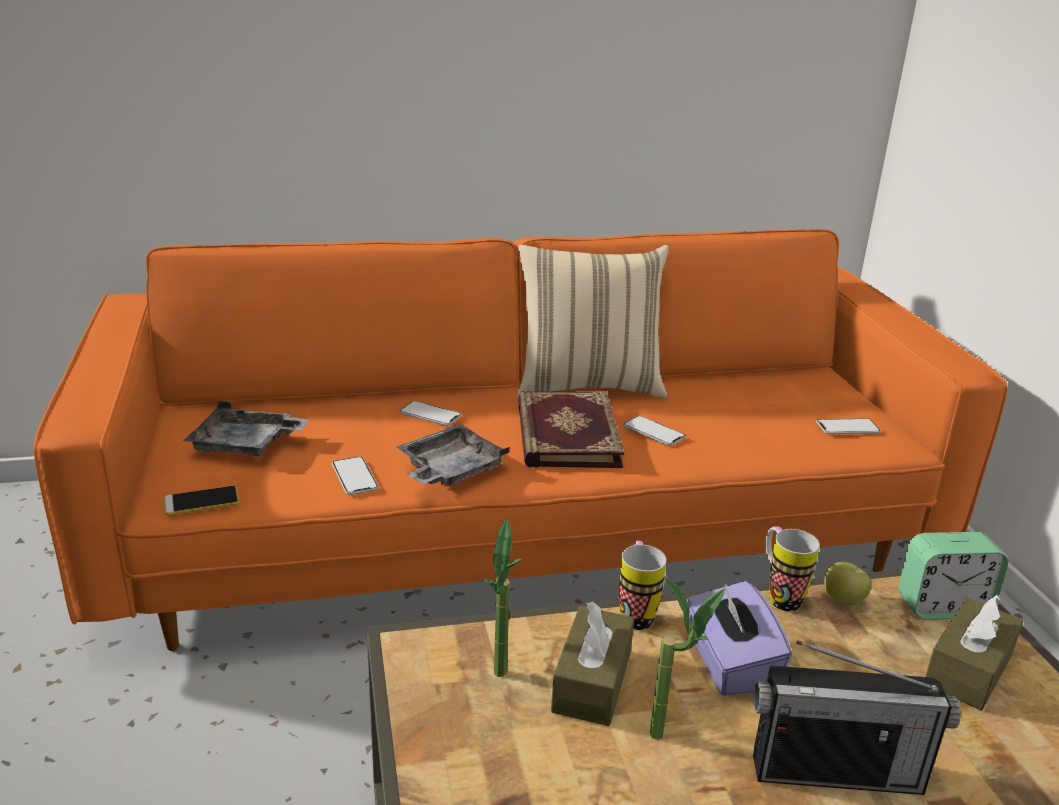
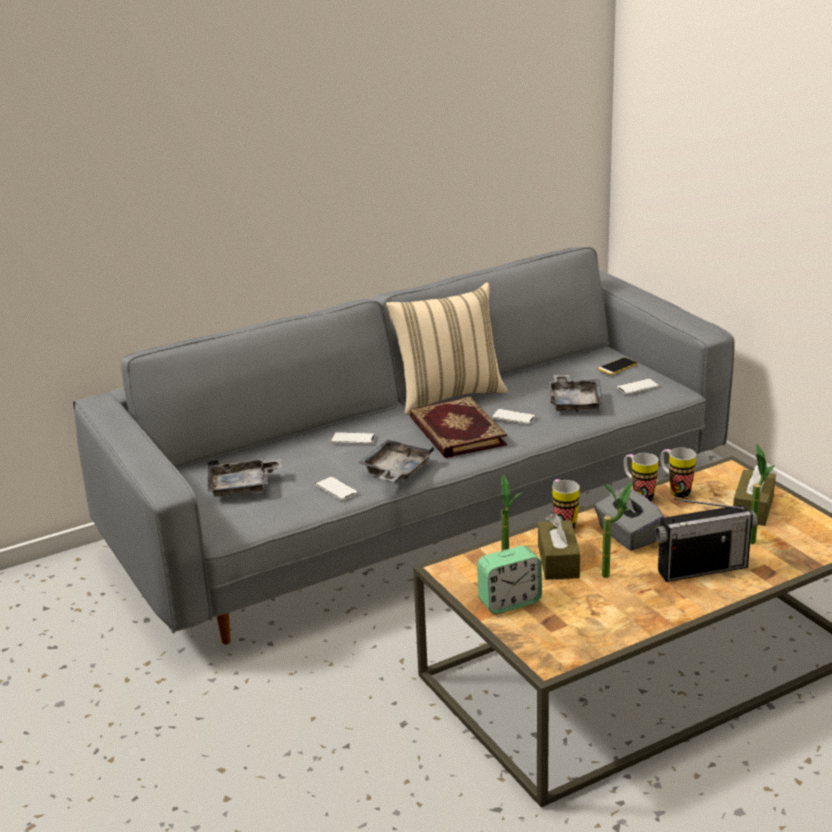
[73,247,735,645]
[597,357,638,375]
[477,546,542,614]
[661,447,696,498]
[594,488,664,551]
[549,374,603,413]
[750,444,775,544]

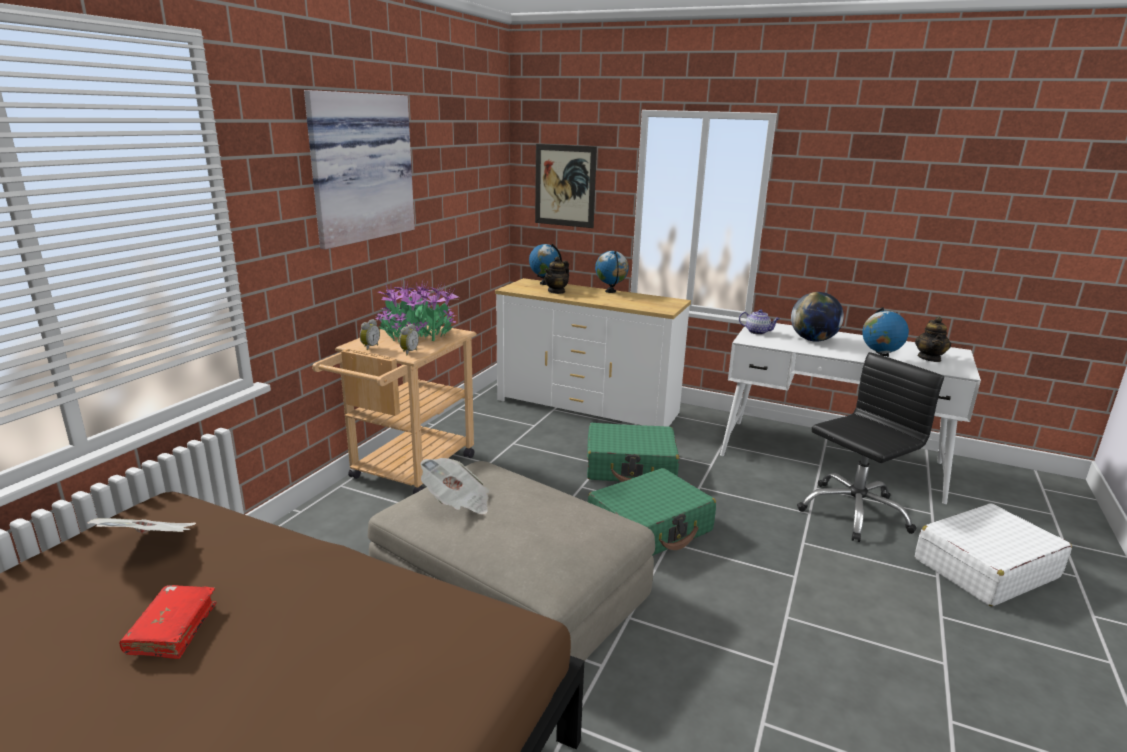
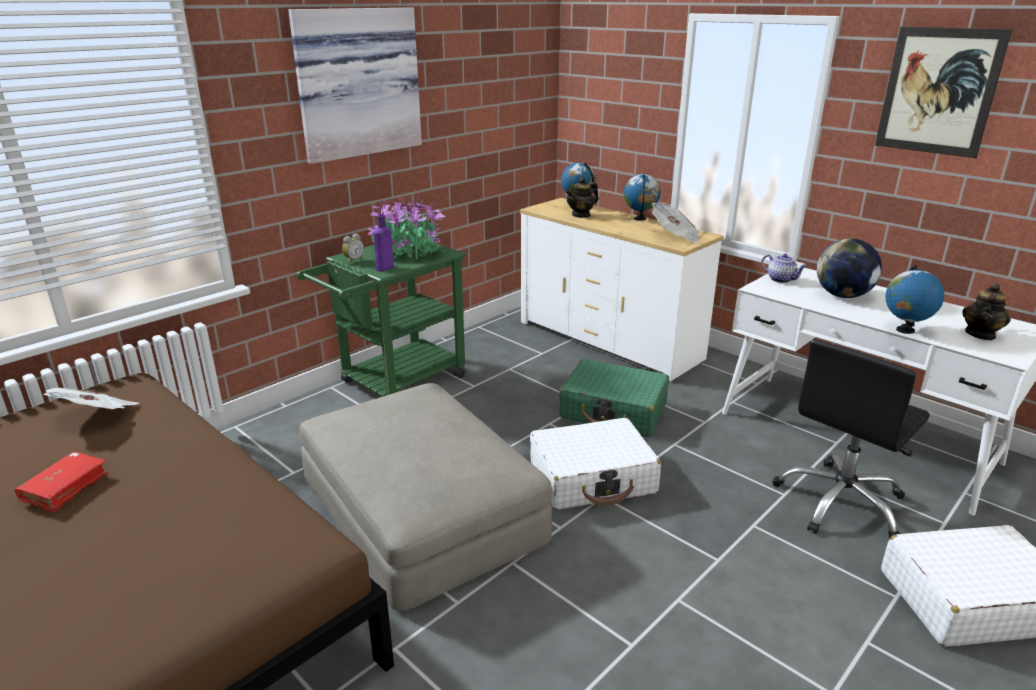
[875,27,1012,158]
[297,241,466,397]
[373,214,394,272]
[773,339,930,539]
[652,203,700,243]
[530,418,661,510]

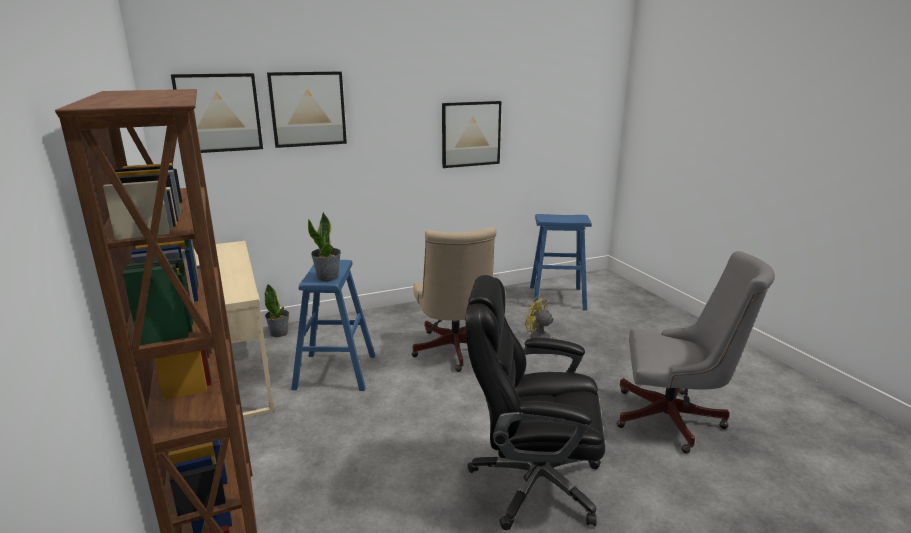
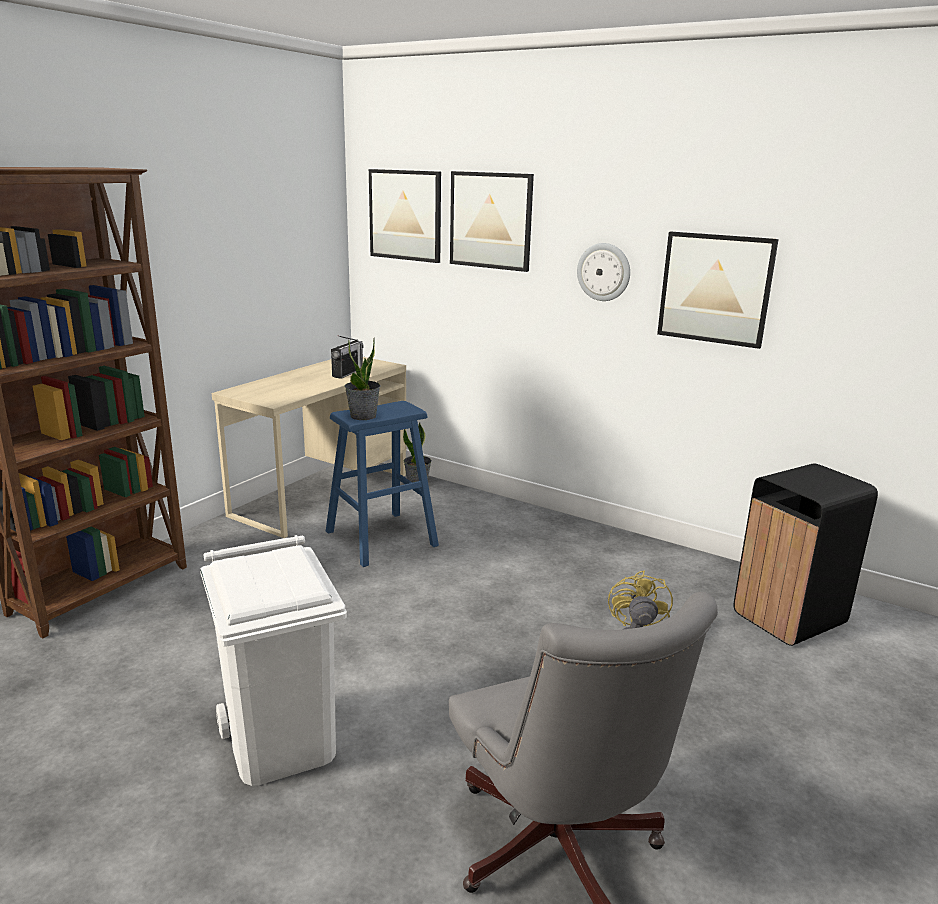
[734,463,878,646]
[411,227,497,372] (first image)
[200,535,347,786]
[577,243,630,301]
[331,336,364,379]

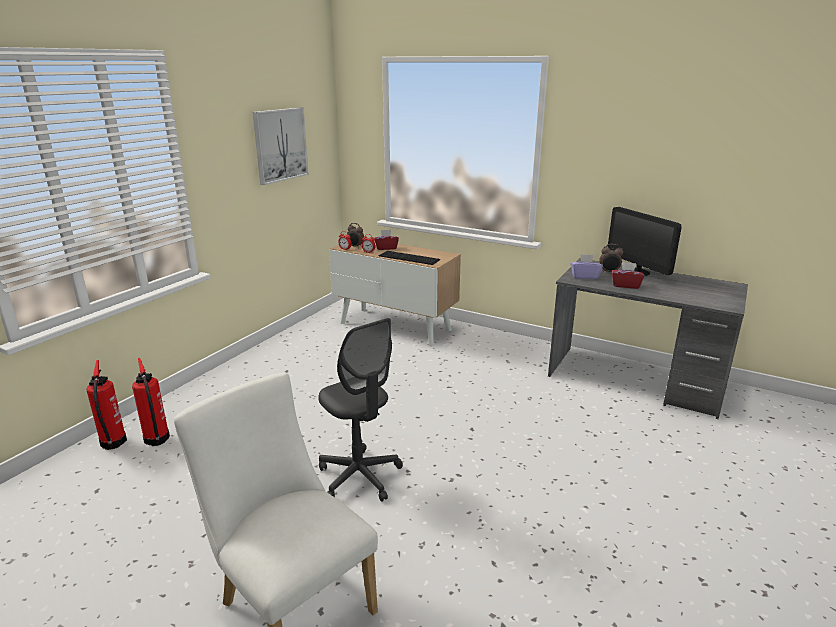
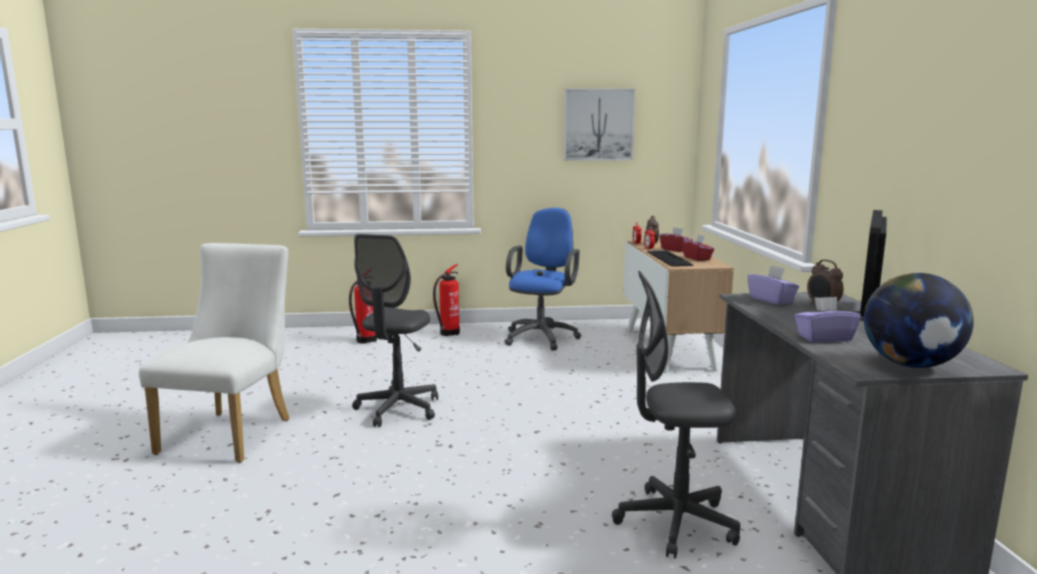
[682,234,714,261]
[433,264,460,336]
[504,208,581,351]
[612,271,740,559]
[864,273,974,368]
[794,297,861,343]

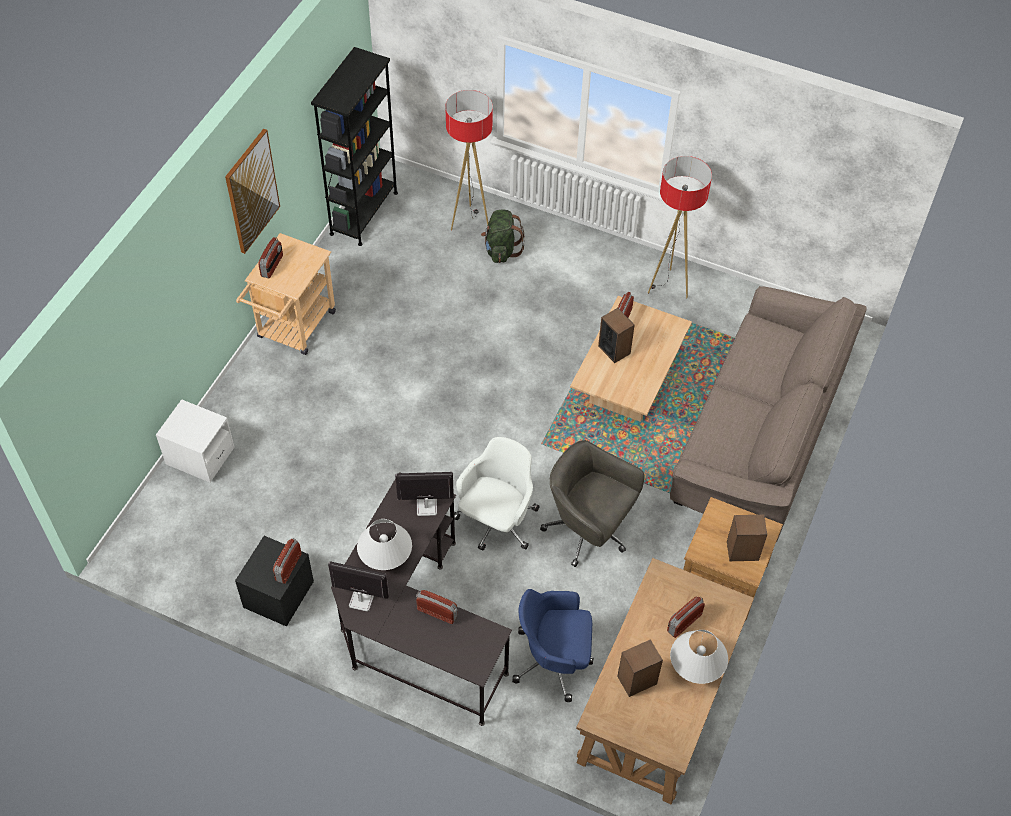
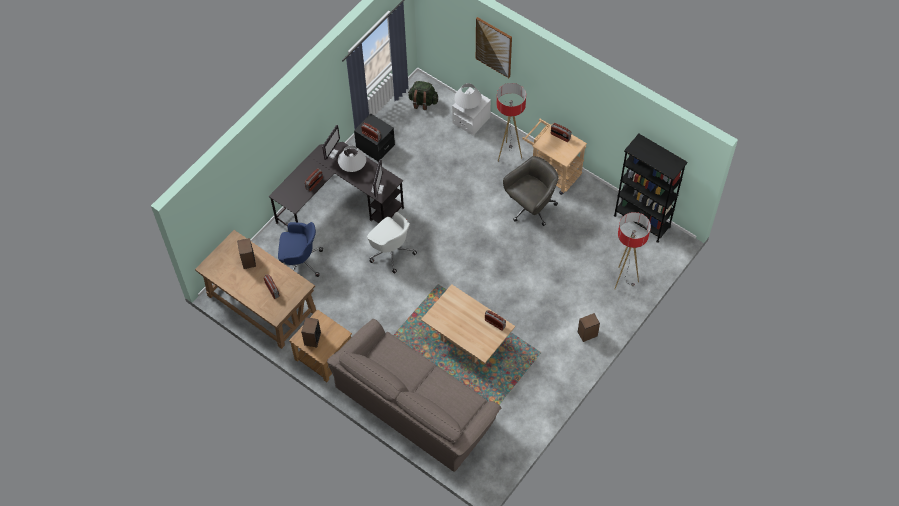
[476,17,512,78]
[497,83,526,161]
[408,81,438,110]
[578,313,600,342]
[503,156,559,226]
[278,222,323,277]
[454,83,482,109]

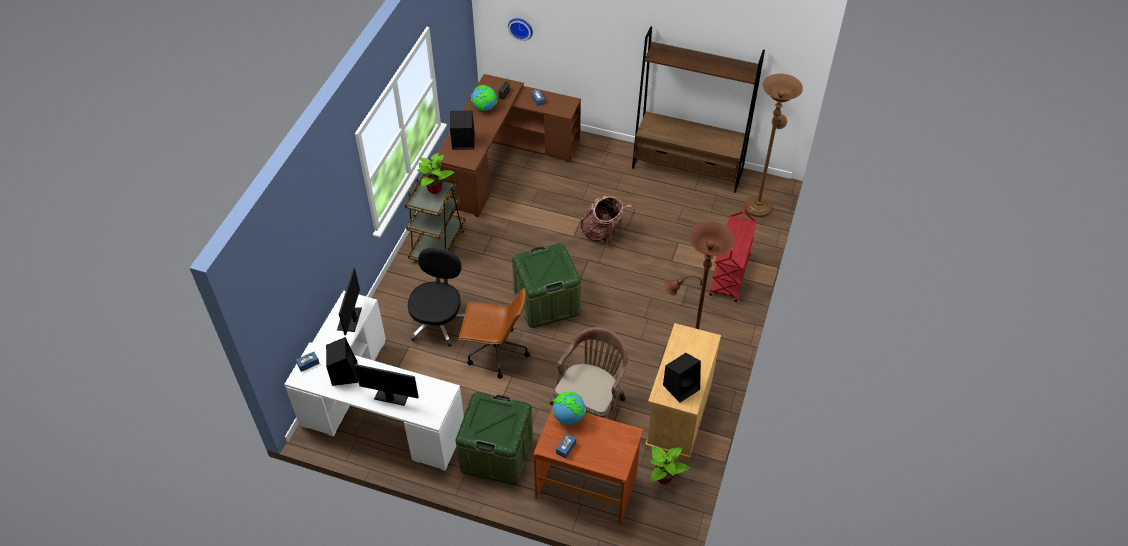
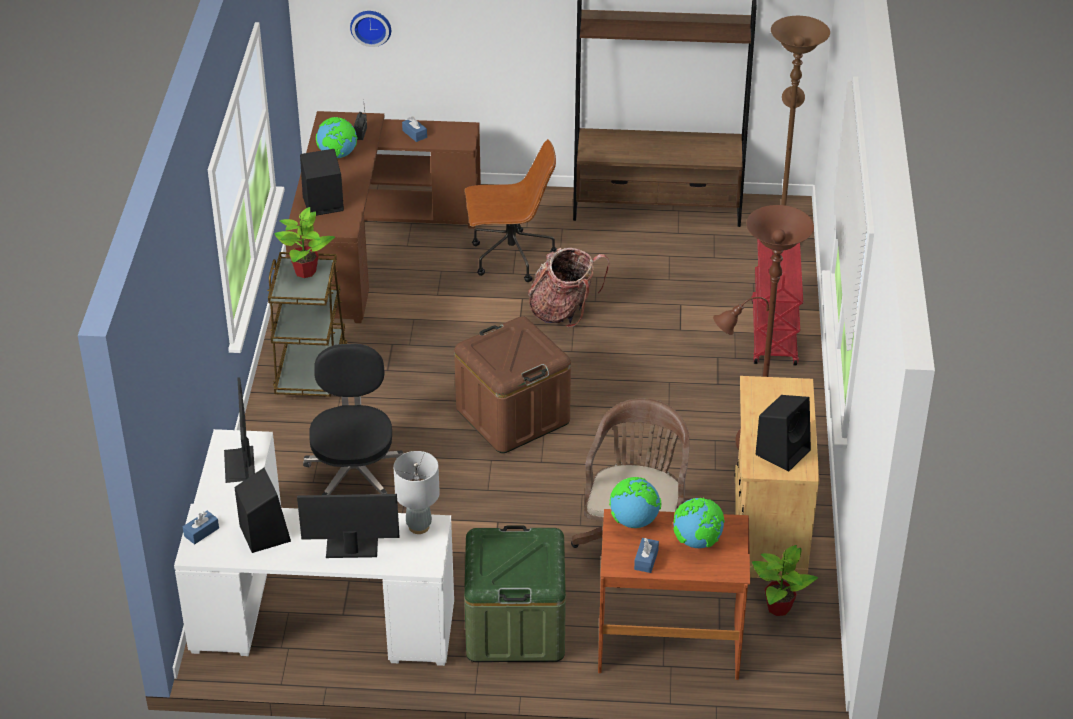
[454,316,571,453]
[465,139,557,282]
[394,451,440,534]
[673,498,725,548]

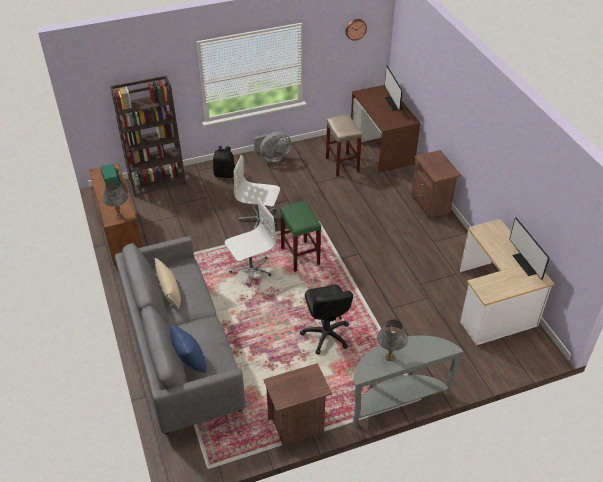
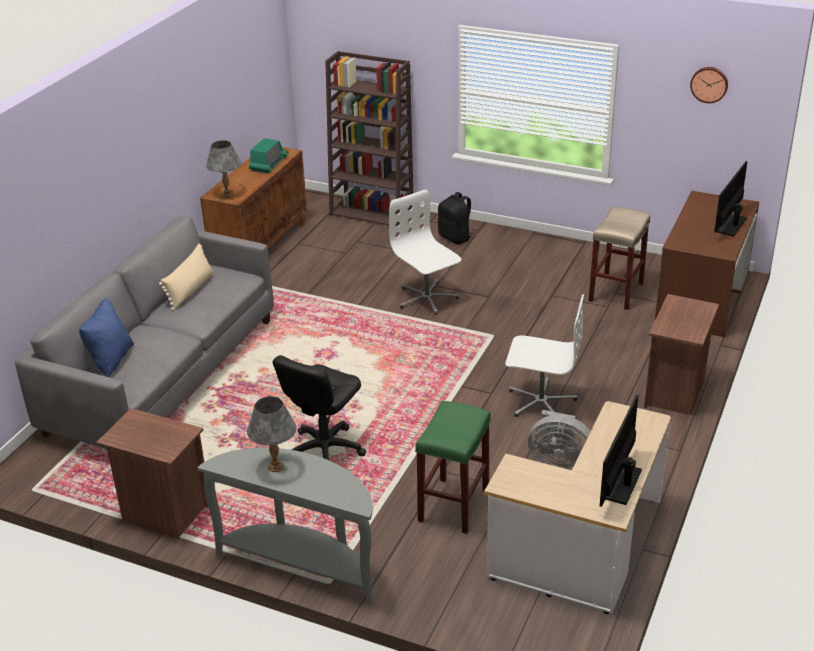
[528,410,591,470]
[505,294,584,417]
[415,401,491,534]

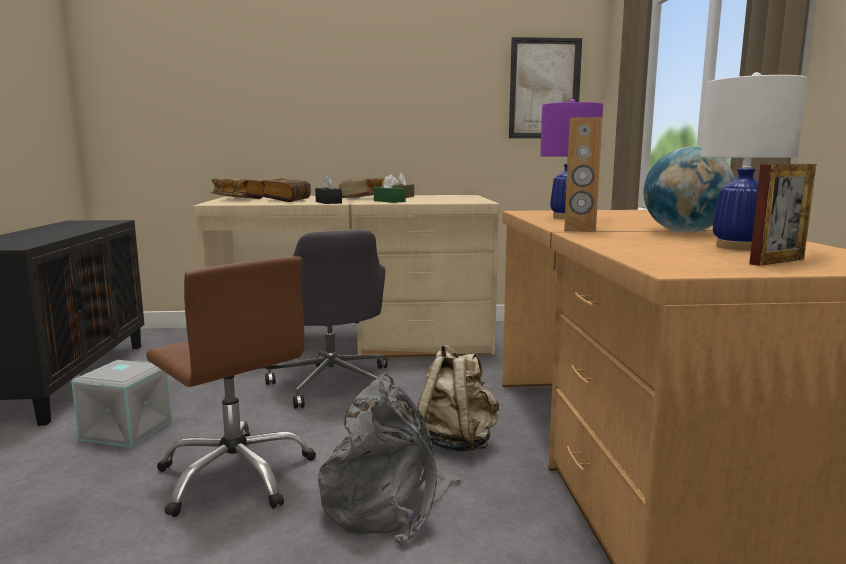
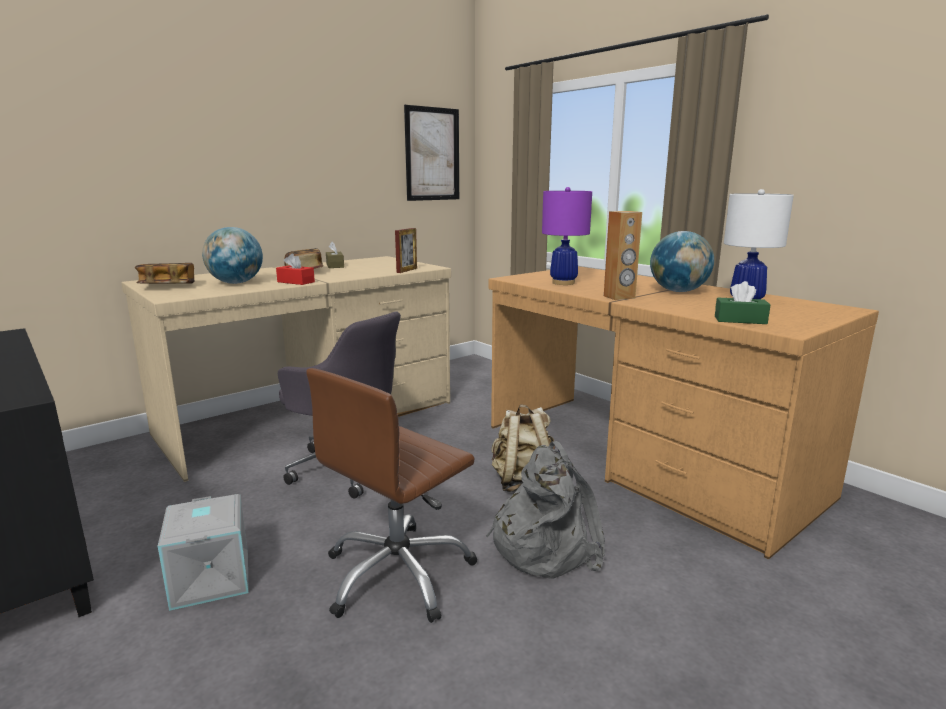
[395,228,417,273]
[715,281,770,324]
[276,253,315,285]
[202,227,263,284]
[306,368,477,623]

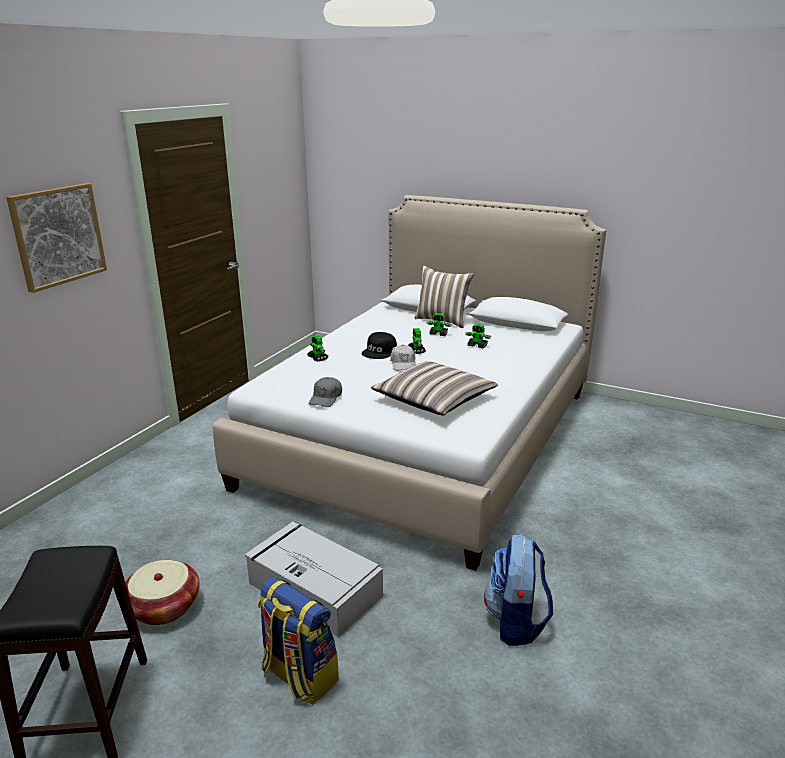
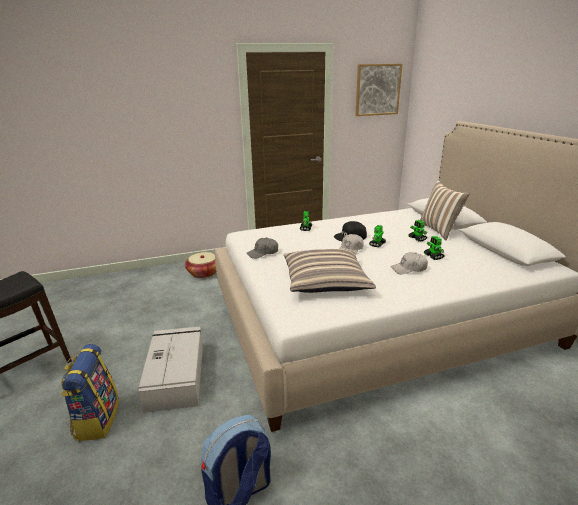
[355,64,402,116]
[185,252,216,278]
[391,252,428,274]

